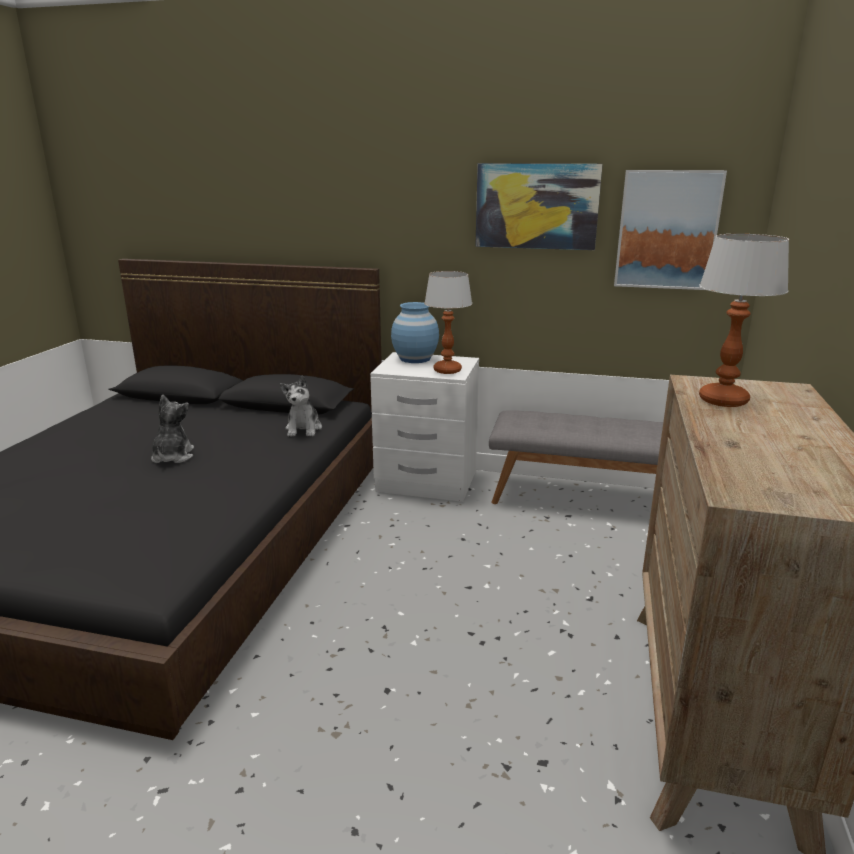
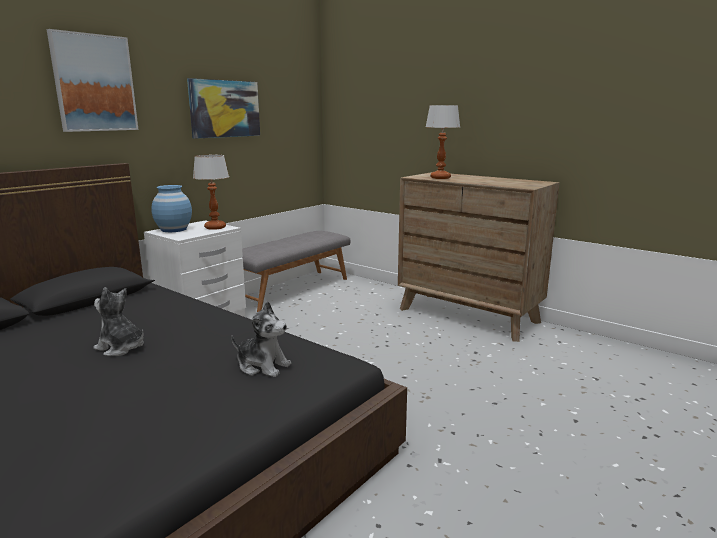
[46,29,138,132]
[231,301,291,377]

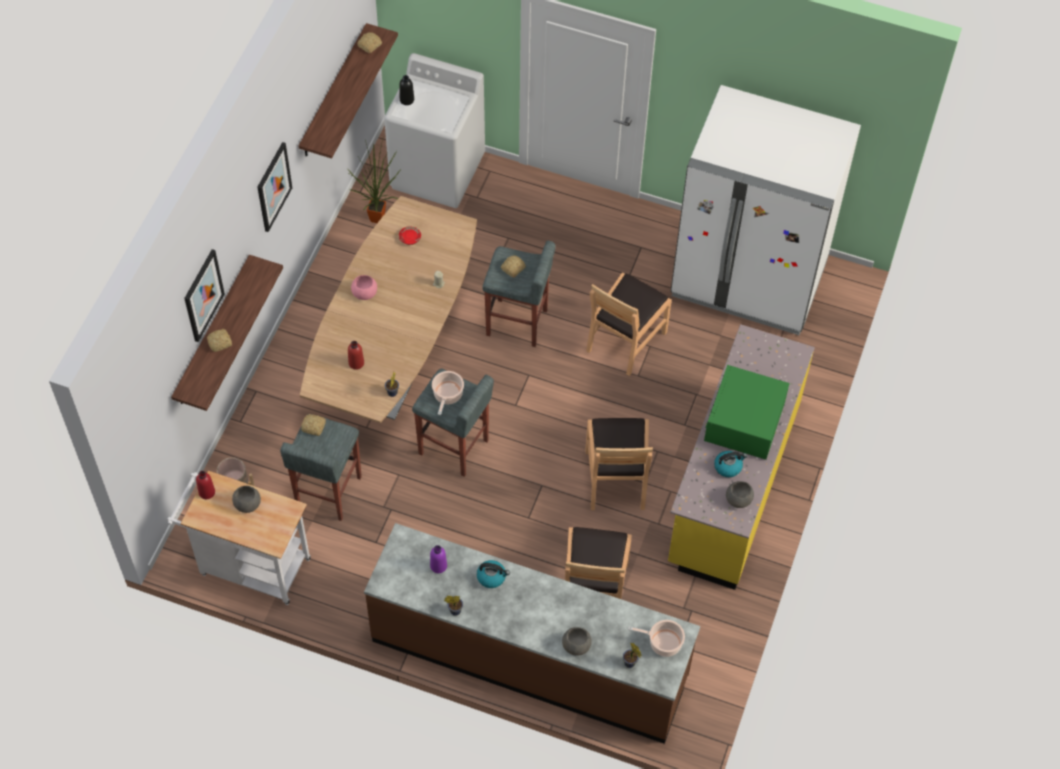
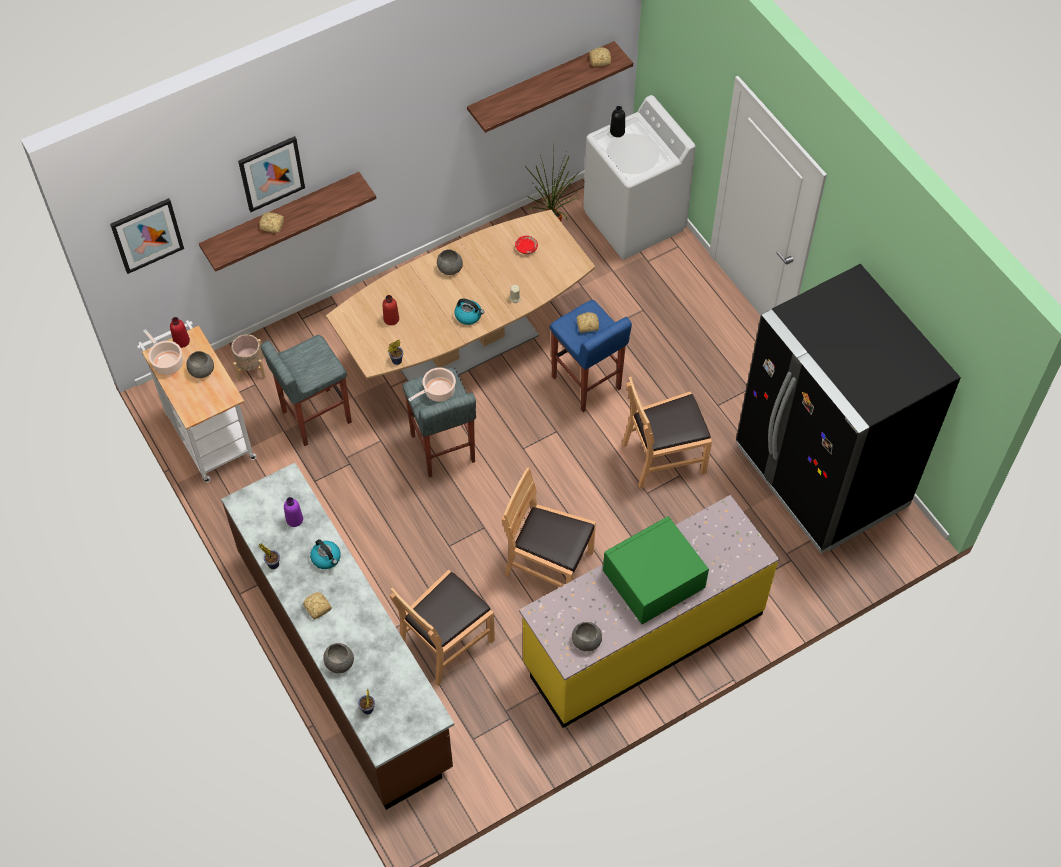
[736,264,961,554]
[110,198,184,274]
[550,300,632,412]
[437,249,463,275]
[303,592,332,620]
[502,467,596,587]
[454,298,484,325]
[143,329,183,375]

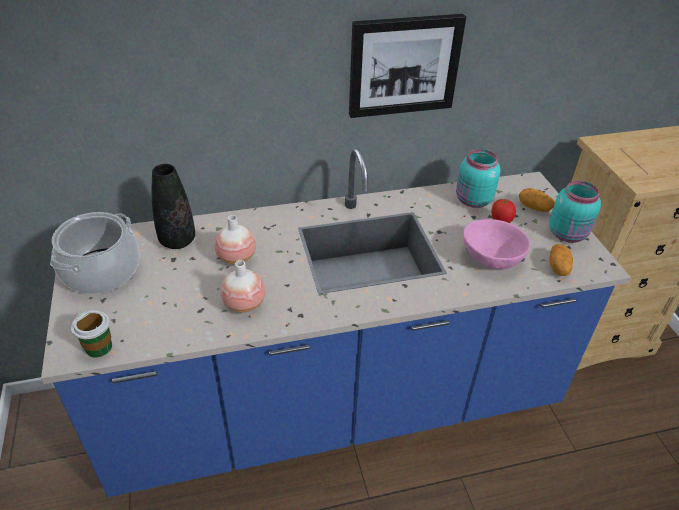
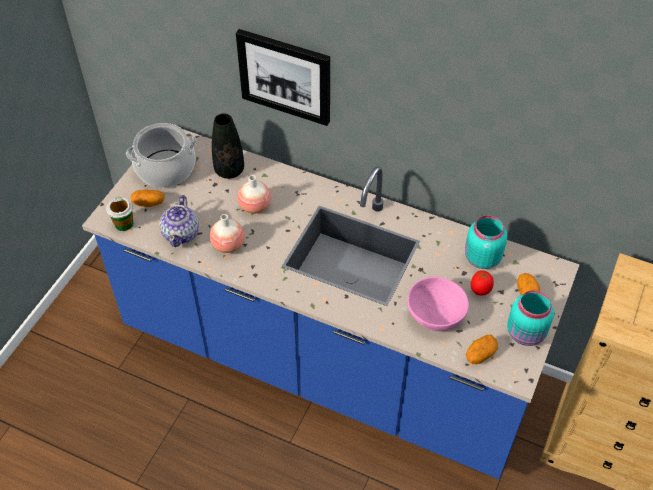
[236,29,330,126]
[131,190,165,207]
[160,195,199,247]

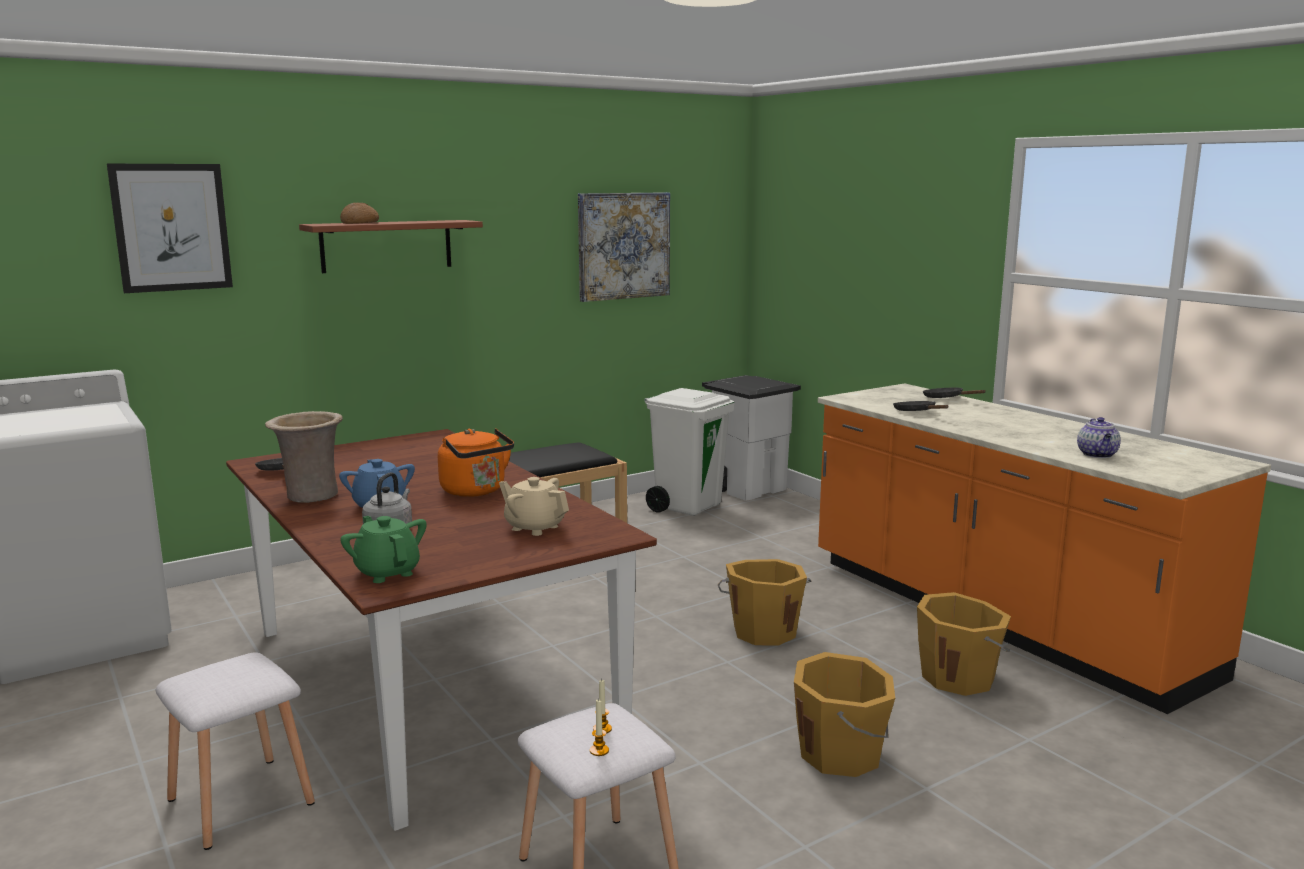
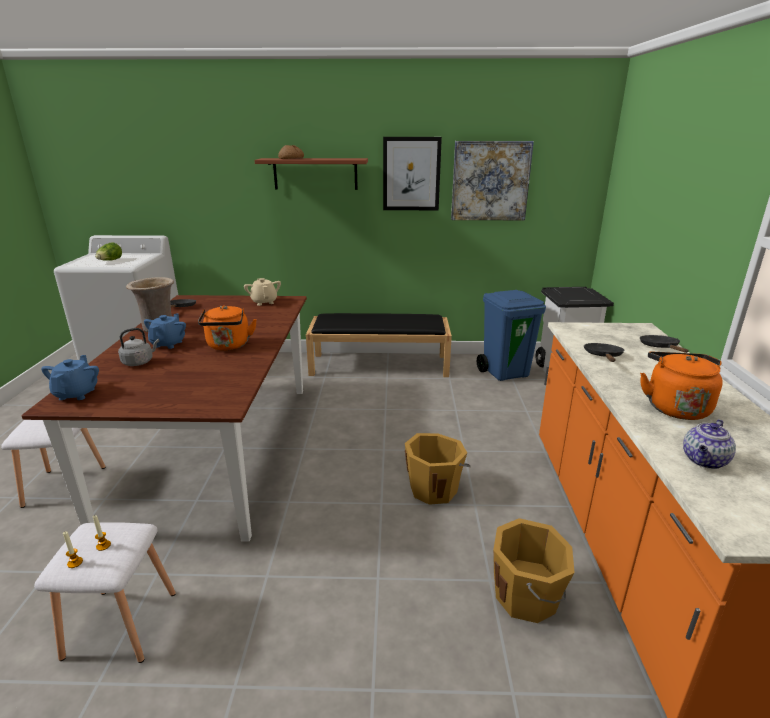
[383,137,442,210]
[477,290,546,381]
[244,278,281,306]
[41,355,99,400]
[794,652,895,777] (first image)
[95,242,122,261]
[640,352,723,420]

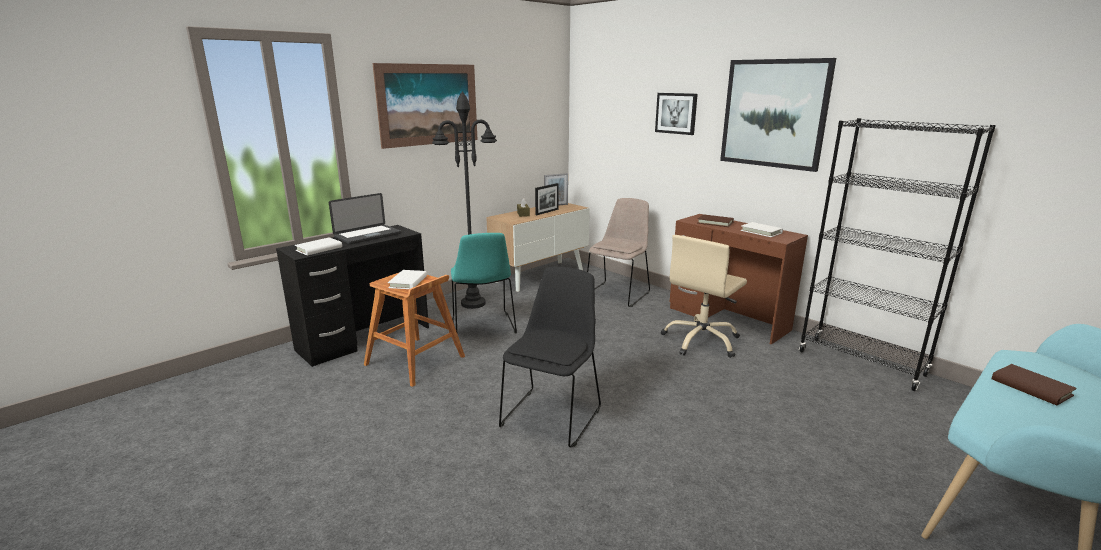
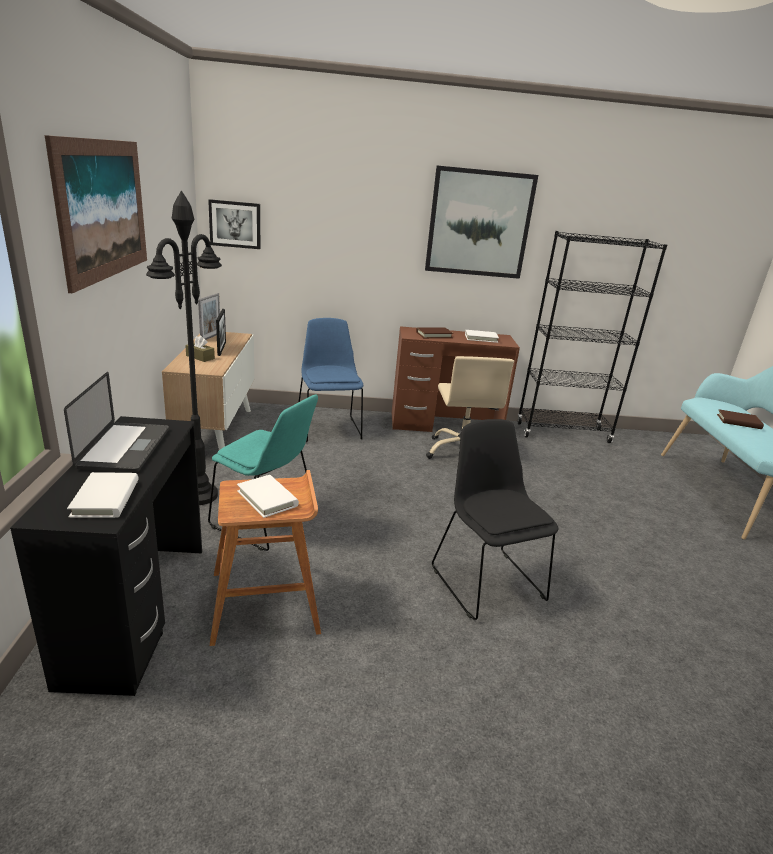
[208,199,260,249]
[299,318,363,442]

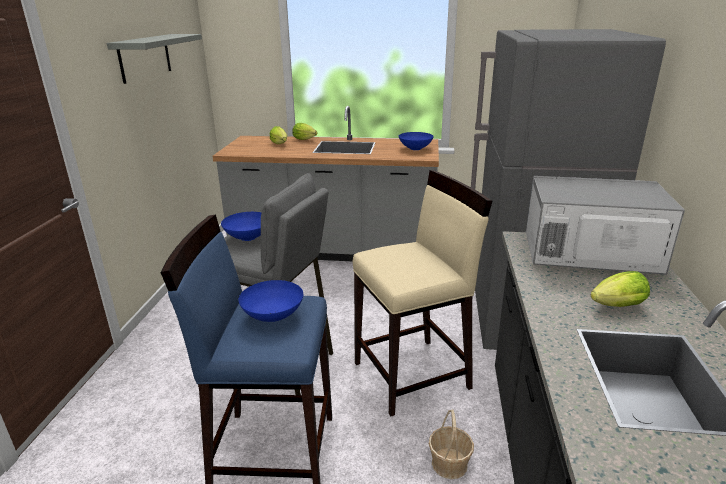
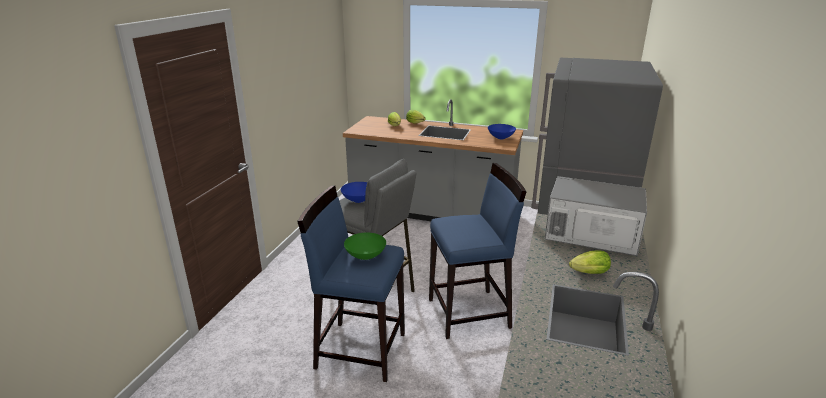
[107,34,202,84] (first image)
[429,163,527,339]
[344,233,386,260]
[429,409,474,479] (first image)

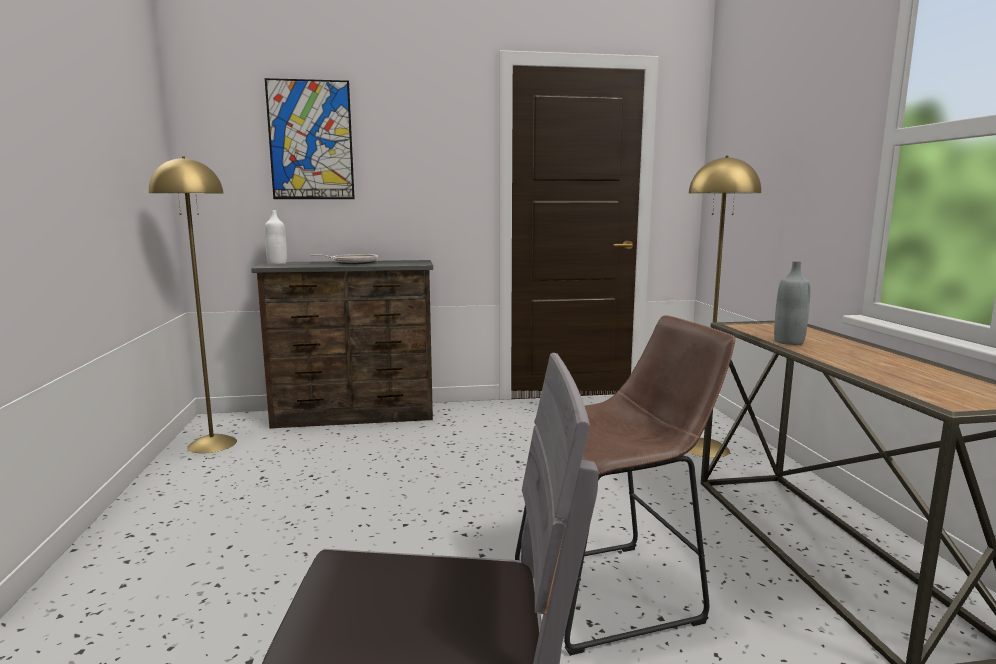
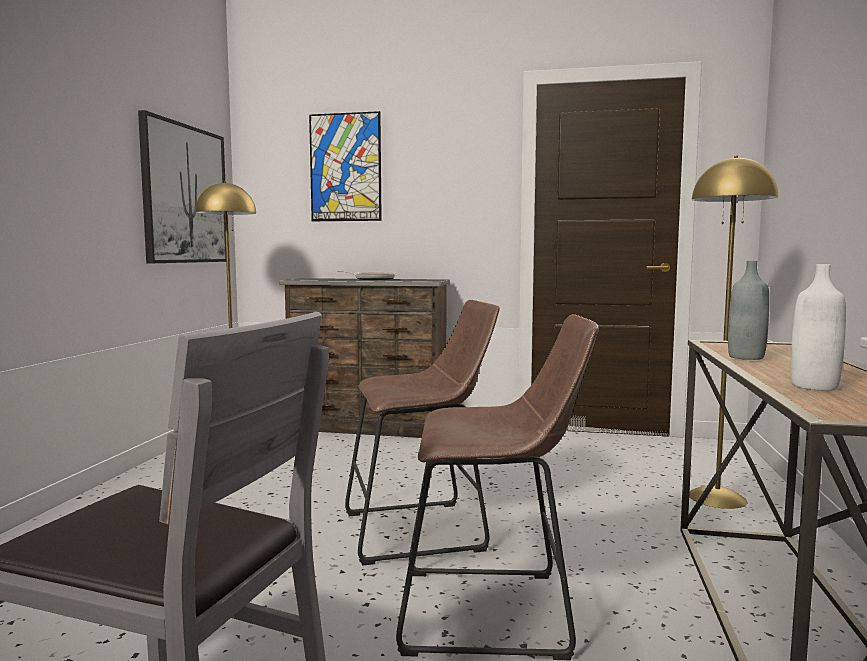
[791,264,846,391]
[138,110,226,263]
[345,300,500,566]

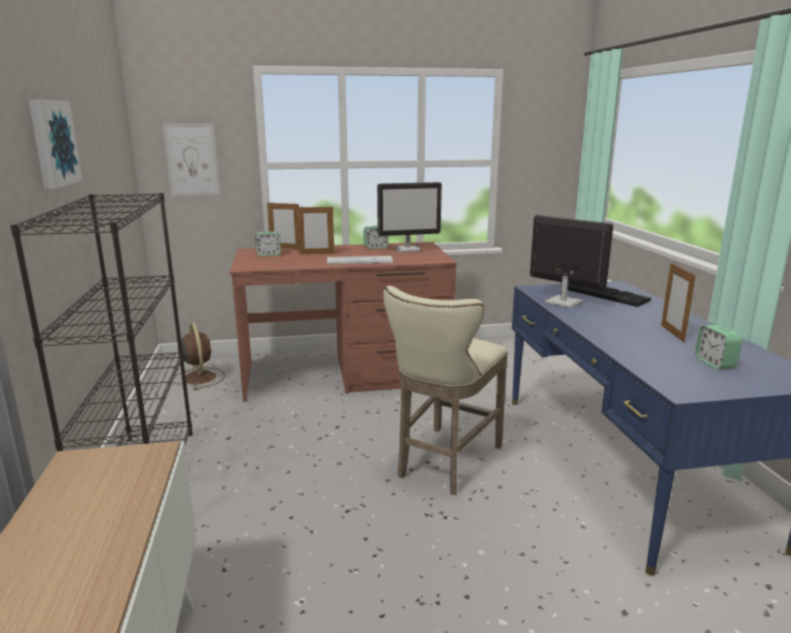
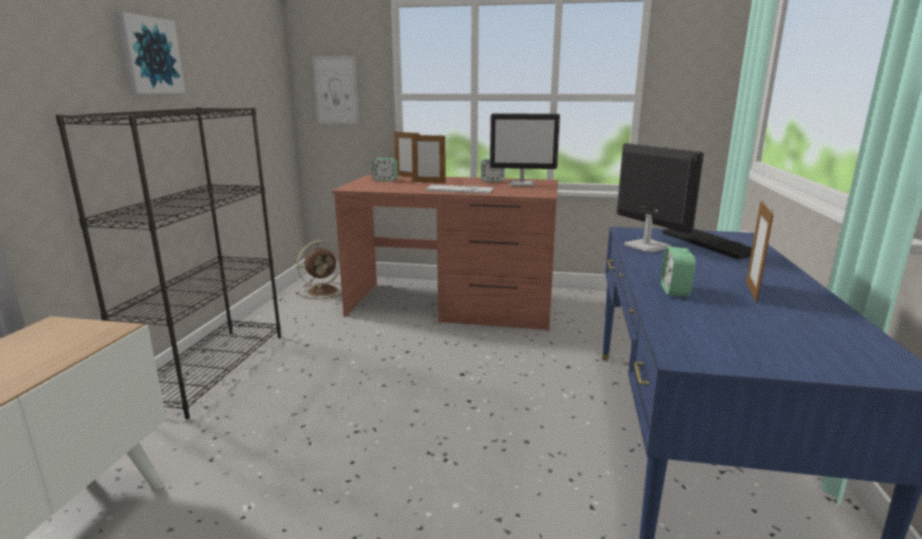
[383,286,508,495] (first image)
[296,240,342,299]
[660,247,696,297]

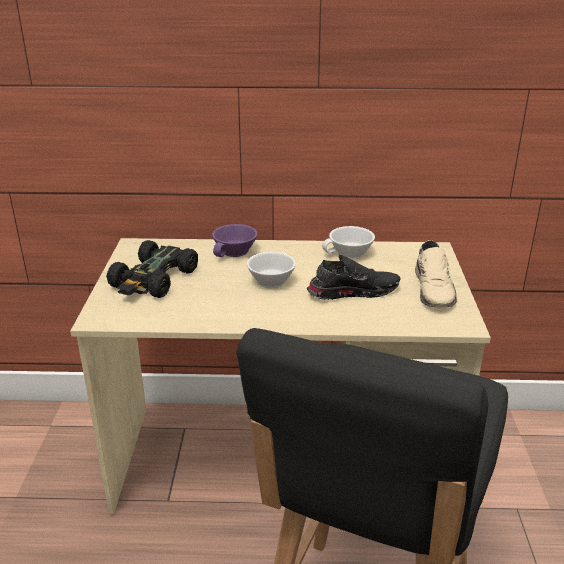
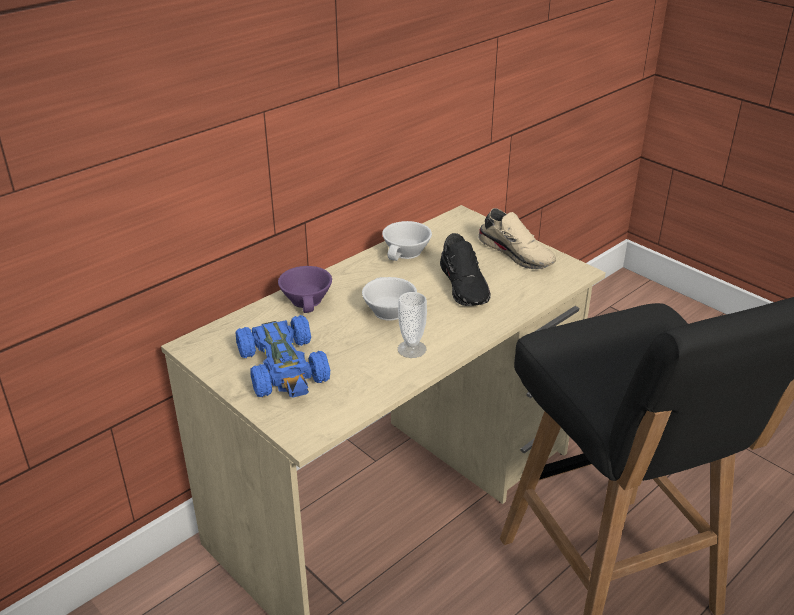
[235,315,330,397]
[440,233,491,306]
[398,292,427,358]

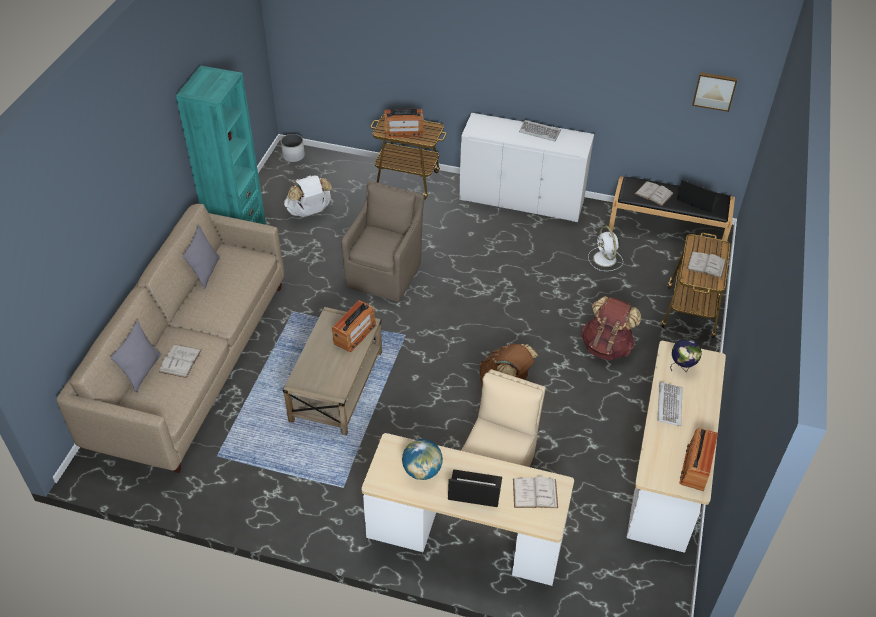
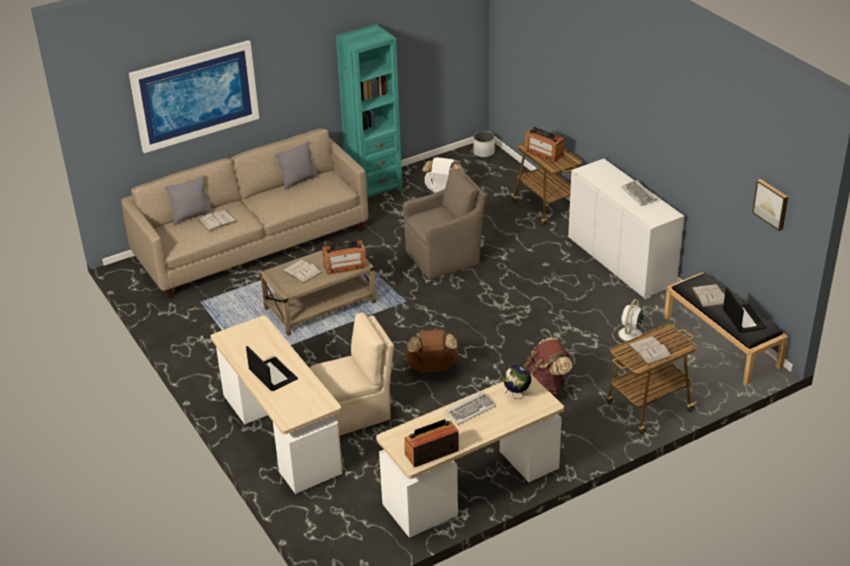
[402,439,443,480] (first image)
[282,260,322,284]
[129,40,259,153]

